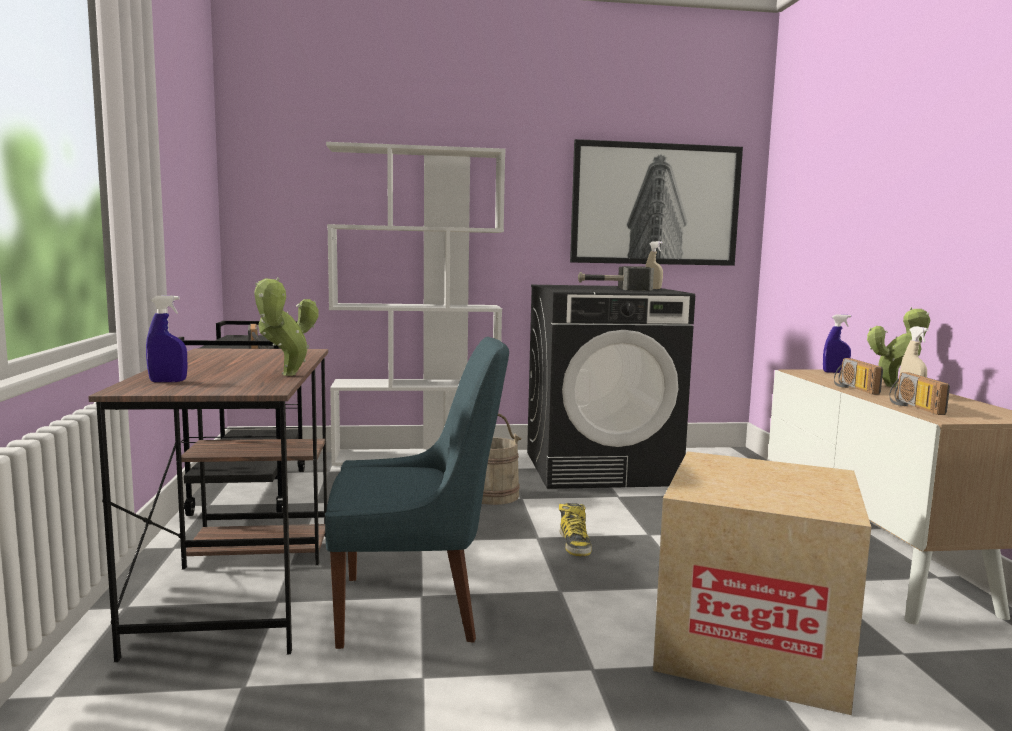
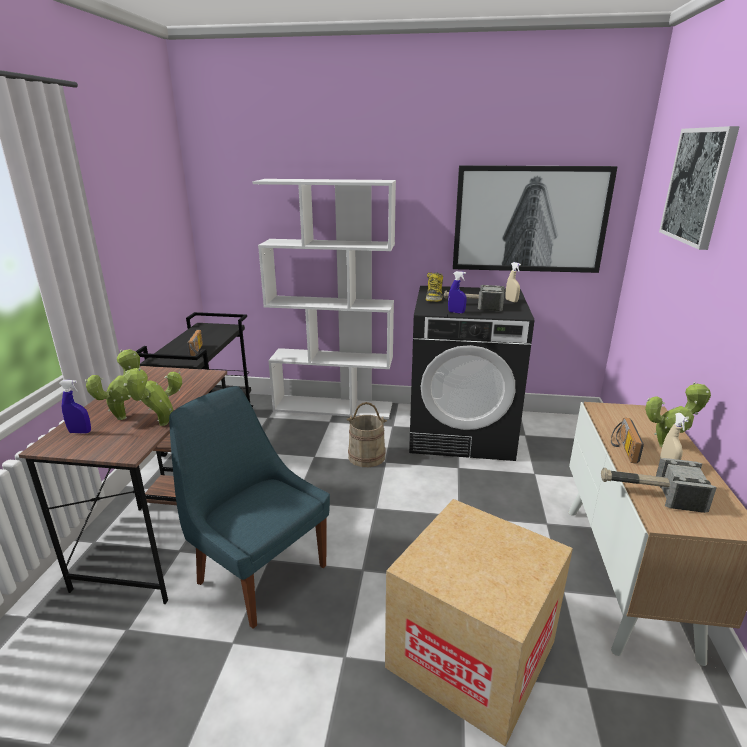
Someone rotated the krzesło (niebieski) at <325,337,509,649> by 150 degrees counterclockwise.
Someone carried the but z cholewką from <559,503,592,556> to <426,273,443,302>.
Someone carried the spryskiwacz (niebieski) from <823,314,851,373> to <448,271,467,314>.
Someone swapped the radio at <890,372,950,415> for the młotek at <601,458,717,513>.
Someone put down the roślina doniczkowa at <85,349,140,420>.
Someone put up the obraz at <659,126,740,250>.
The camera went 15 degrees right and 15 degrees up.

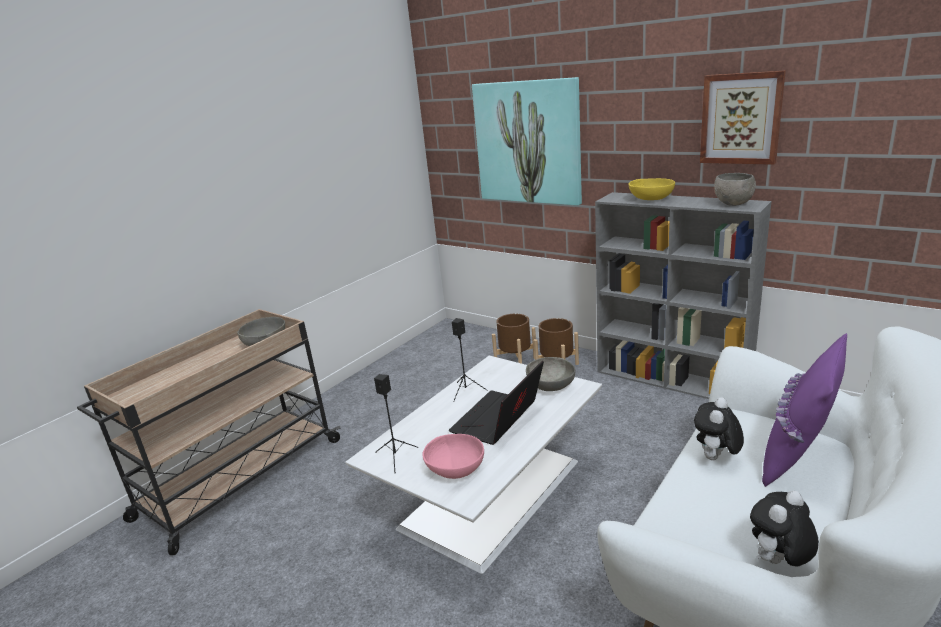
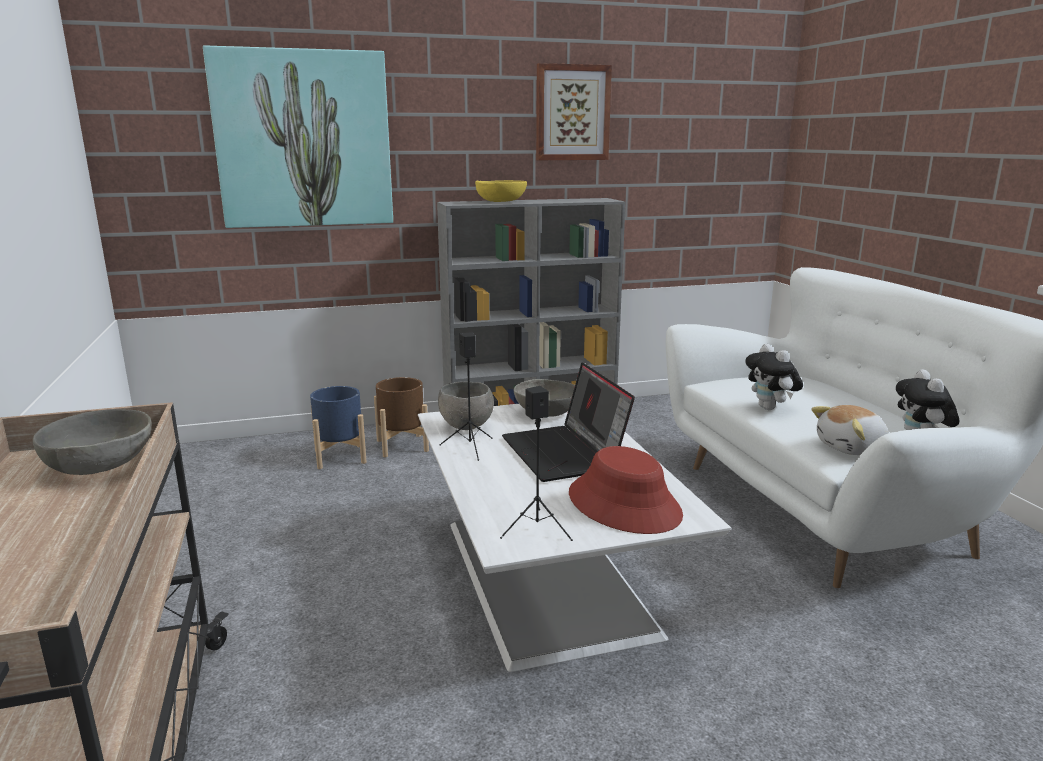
Someone swapped the miska (różowy) at <422,434,484,479> for the kapelusz (czerwony) at <569,446,683,534>.
Someone repainted the donica (brązowy) at <492,314,536,364>, which became the donica (niebieski) at <310,386,366,469>.
Someone carried the miska (szary) from <714,173,756,206> to <438,381,494,430>.
Someone took away the poduszka (fioletowy) at <762,333,847,487>.
Someone put down the pluszak at <812,405,889,455>.
The camera went 55 degrees left and 5 degrees down.

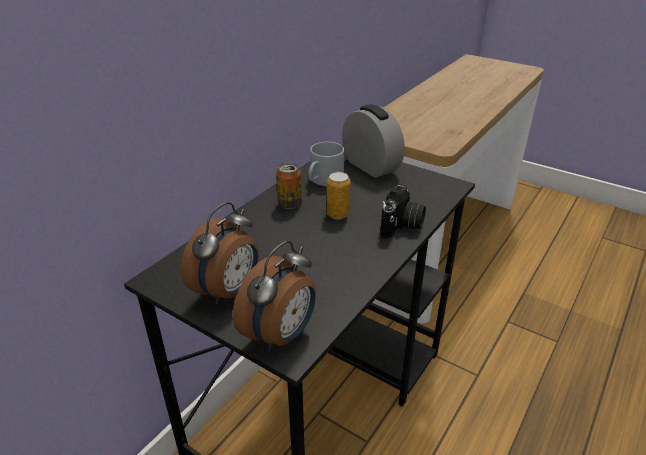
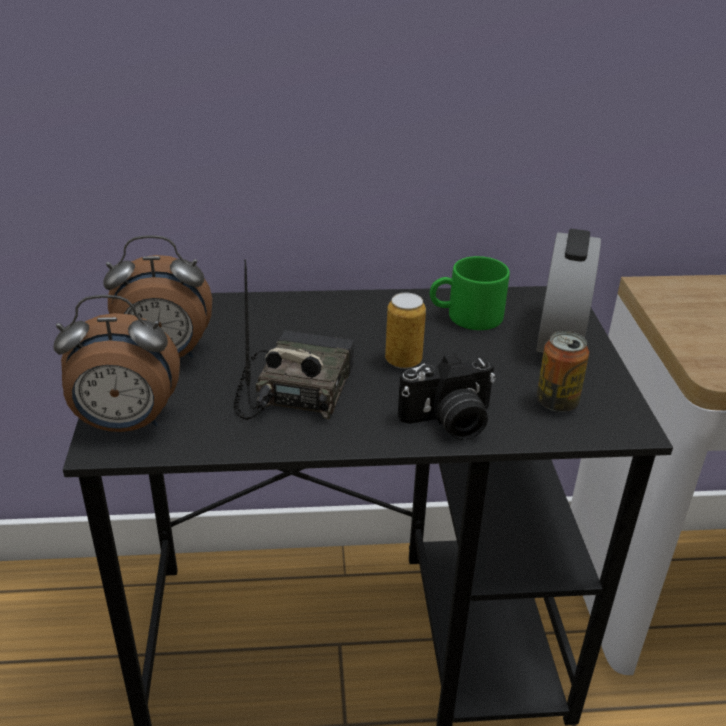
Someone carried the puszka from <276,163,302,209> to <537,331,589,412>.
Someone repainted the kubek (szary) at <308,142,344,186>, which became the kubek (zielony) at <430,256,510,330>.
Someone put down the radio at <234,259,354,420>.
The camera went 50 degrees right and 0 degrees up.

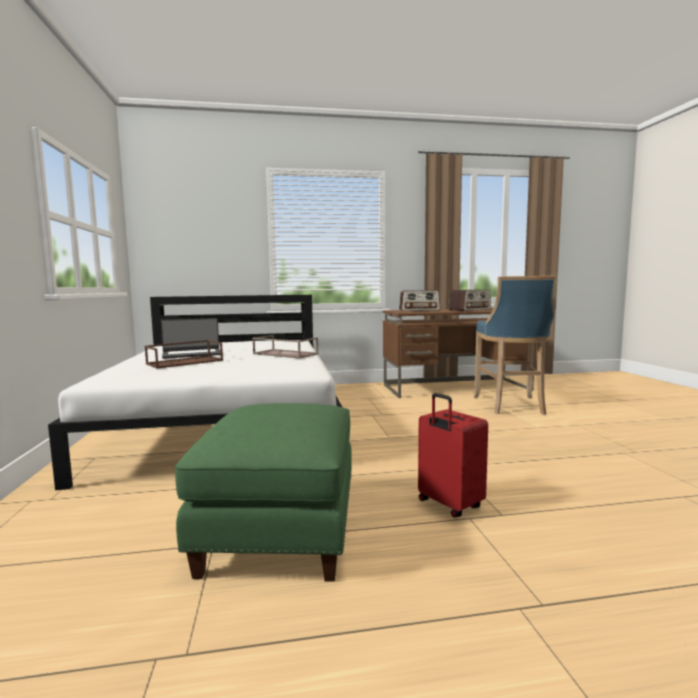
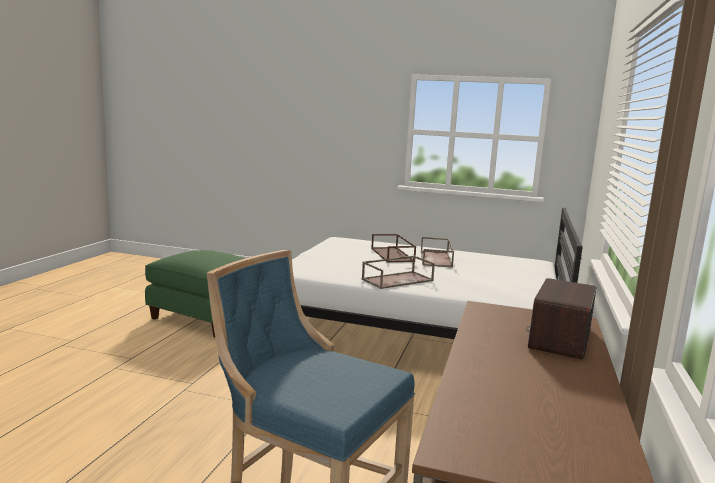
Someone swapped the laptop at <161,318,221,359> for the taca (brązowy) at <421,237,454,268>.
Someone took away the walizka (czerwony) at <418,393,488,517>.
Someone took away the radio at <449,290,491,311>.
The camera went 115 degrees right and 5 degrees up.

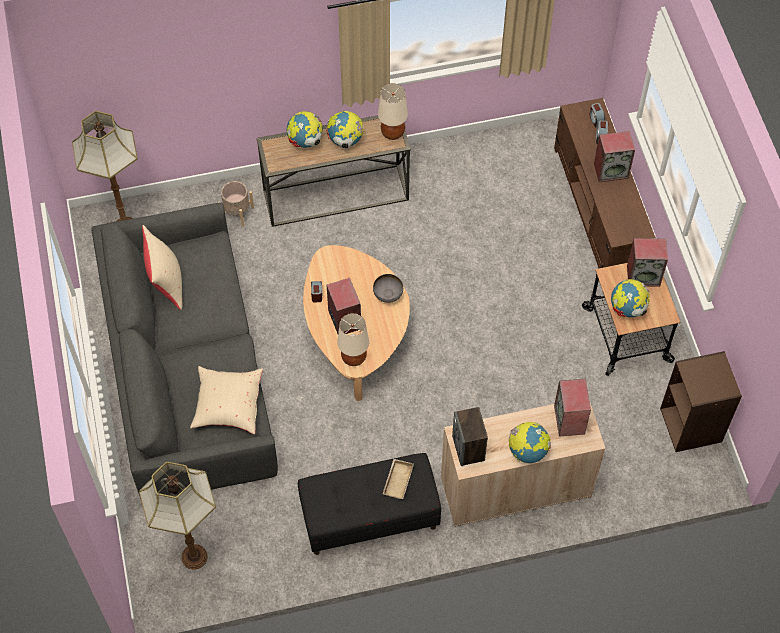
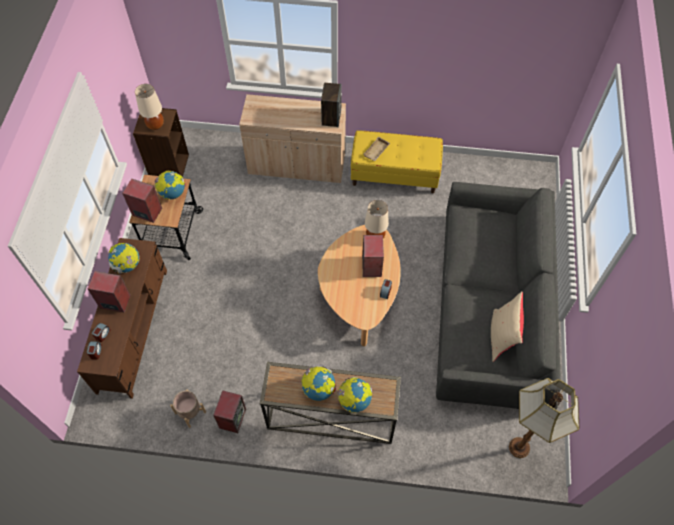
Someone took away the lampa stojąca at <139,462,216,570>.
Someone took away the poduszka (beżowy) at <190,366,263,434>.
Someone carried the donica (beżowy) from <218,181,254,227> to <170,389,206,428>.
Someone repainted the ławka (czarny) at <298,453,441,555>, which became the ławka (żółty) at <351,130,443,194>.
Someone took away the miska (szary) at <373,274,403,303>.
Someone carried the lampa stołowa (beżowy) from <378,83,408,140> to <135,84,164,130>.
Someone carried the globus from <509,422,551,463> to <108,243,140,274>.
Someone carried the głośnik from <554,379,591,437> to <213,390,246,433>.
The camera went 160 degrees left and 0 degrees up.

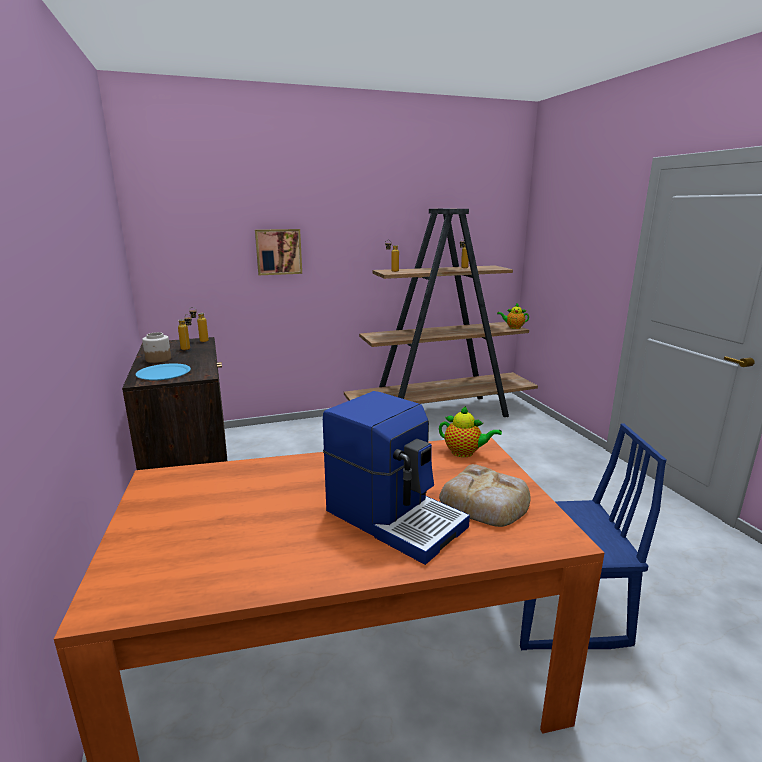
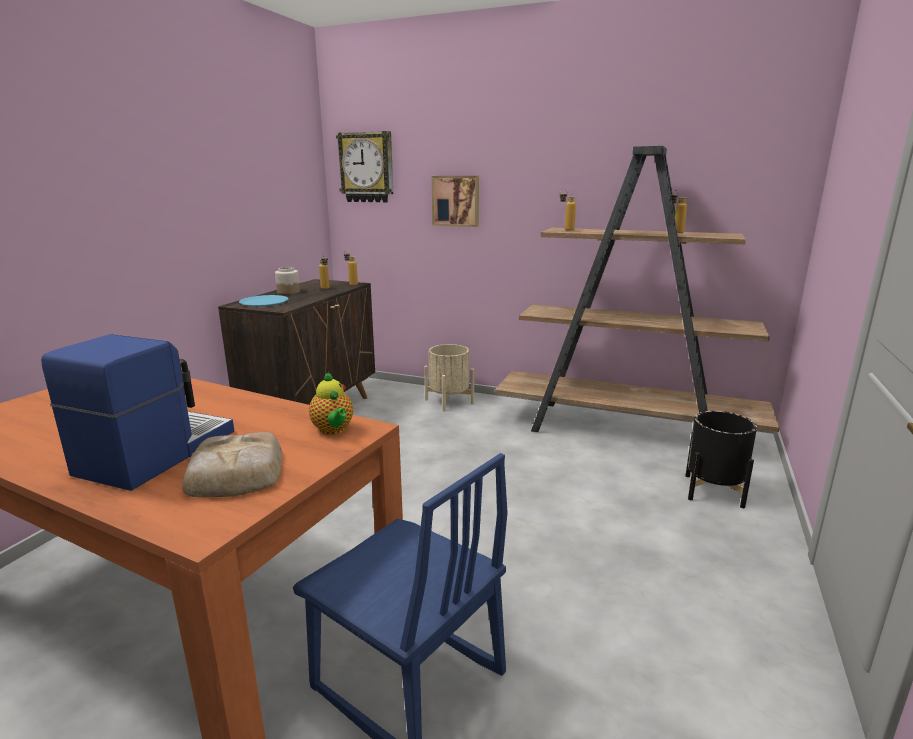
Someone rotated the ekspres do kawy at <323,391,470,565> by 150 degrees counterclockwise.
Someone took away the imbryk at <497,303,529,329>.
Someone put up the zegar ścienny at <336,131,393,202>.
Someone put down the donica (beżowy) at <424,344,474,411>.
Someone put down the donica (czarny) at <686,411,757,508>.
The camera went 40 degrees right and 0 degrees up.

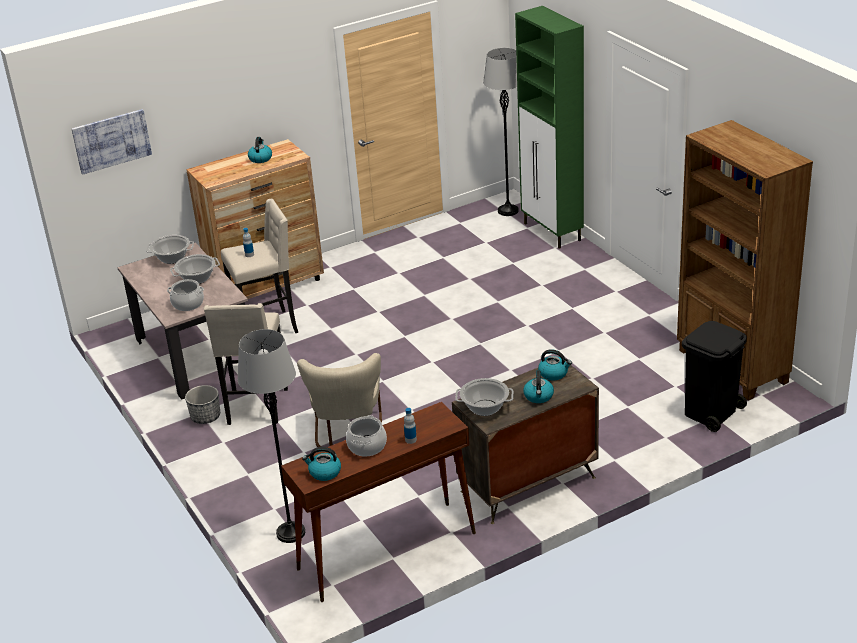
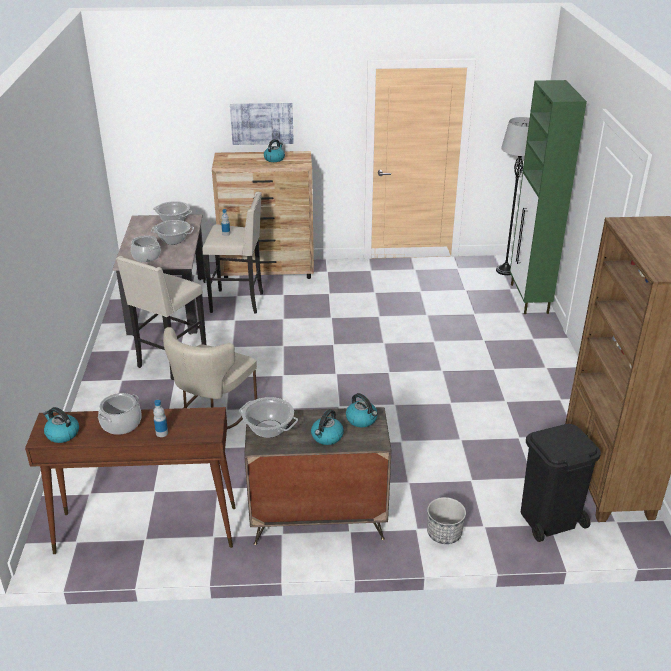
Someone carried the obraz from <72,109,152,175> to <230,103,294,145>.
Someone carried the donica from <185,385,220,424> to <427,497,466,544>.
Someone took away the lampa stojąca (szary) at <238,329,305,543>.
The camera went 25 degrees right and 0 degrees up.

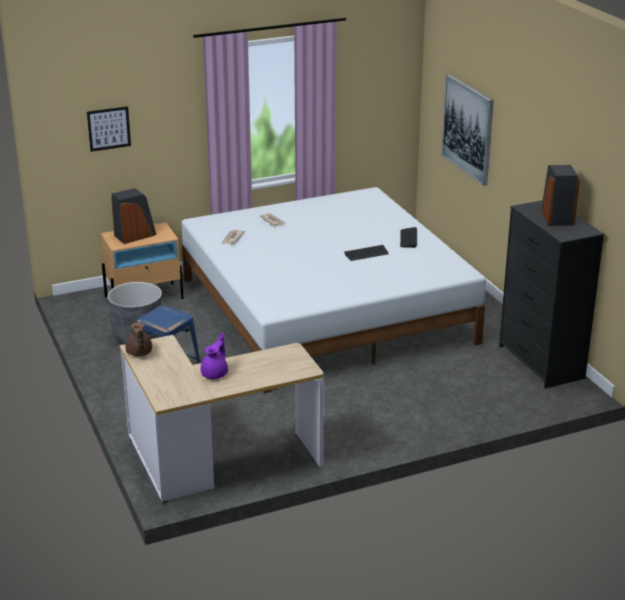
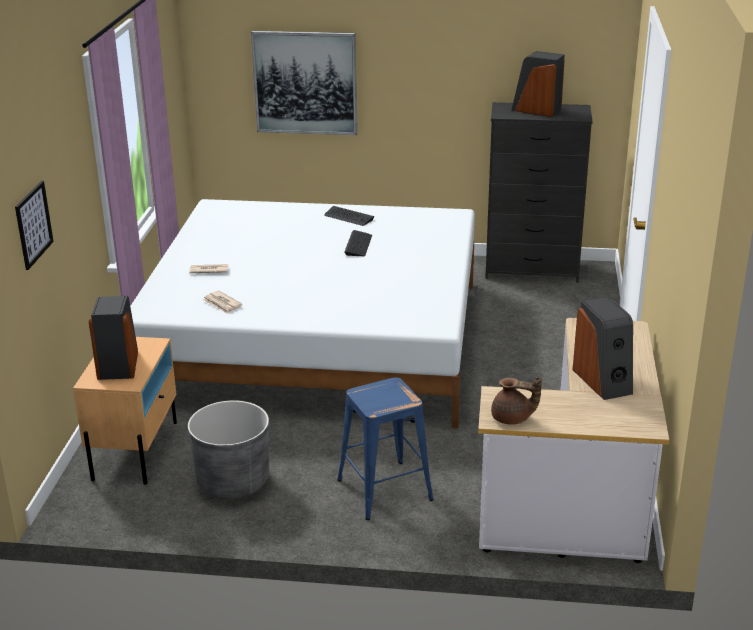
Someone swapped the imbryk (fioletowy) at <201,333,228,379> for the głośnik at <572,297,633,400>.
The camera went 60 degrees left and 0 degrees up.

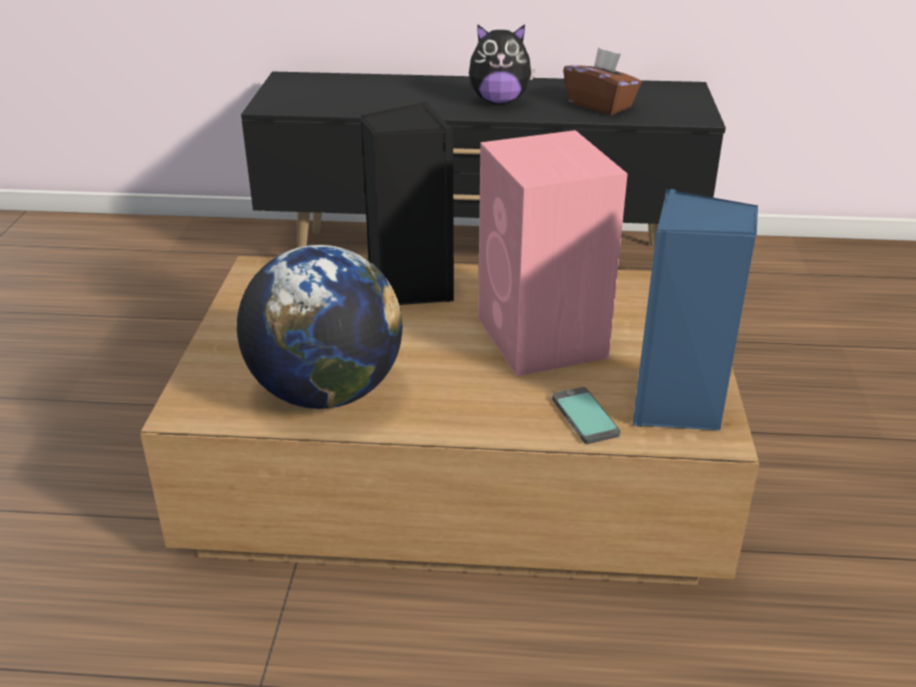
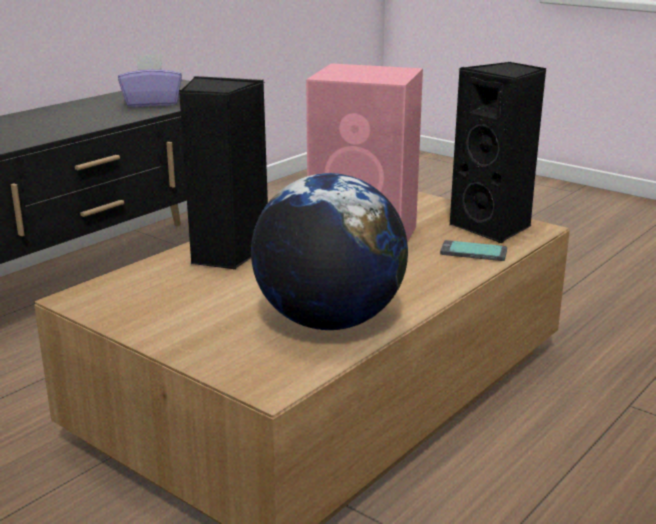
Someone took away the pluszak at <469,24,535,104>.
Someone repainted the pudełko chusteczek (brązowy) at <563,47,642,115>, which became the pudełko chusteczek (fioletowy) at <118,54,182,107>.
Someone repainted the głośnik (niebieski) at <633,189,758,430>, which became the głośnik (czarny) at <450,62,547,244>.
The camera went 55 degrees left and 10 degrees down.

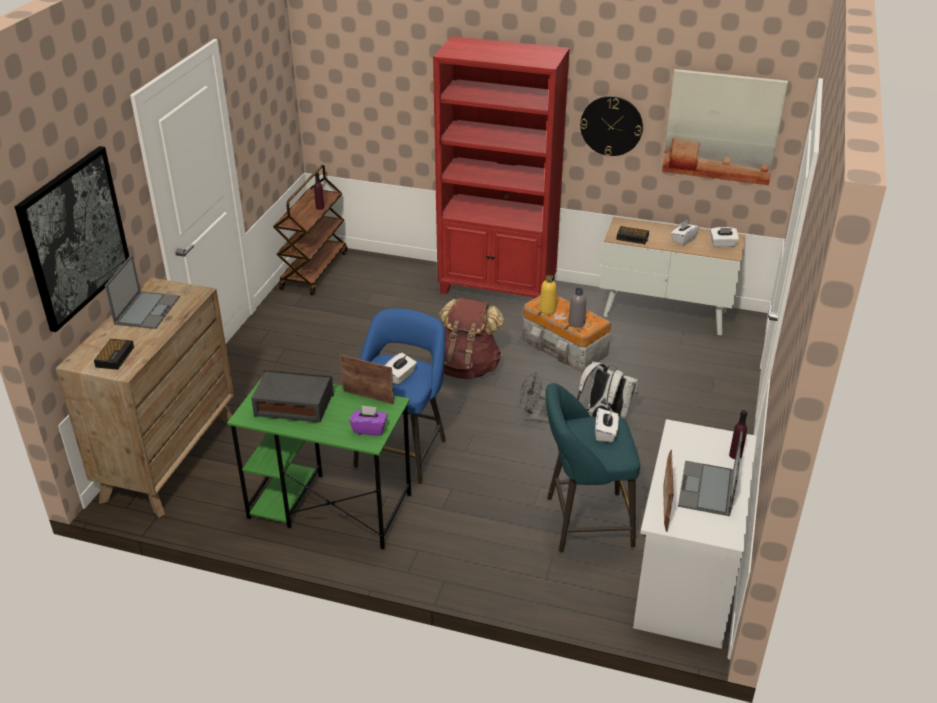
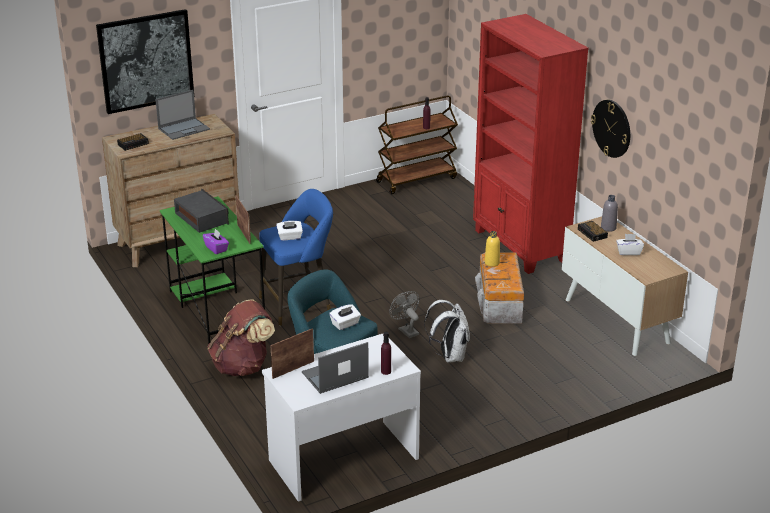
Someone carried the plecak (brązowy) from <431,298,504,380> to <208,299,275,376>.
Someone carried the butelka (szary) from <568,288,586,328> to <601,195,618,232>.
Someone took away the obraz at <662,69,788,185>.
Someone took away the pudełko chusteczek (biały) at <710,227,739,247>.
The camera went 45 degrees right and 5 degrees down.

